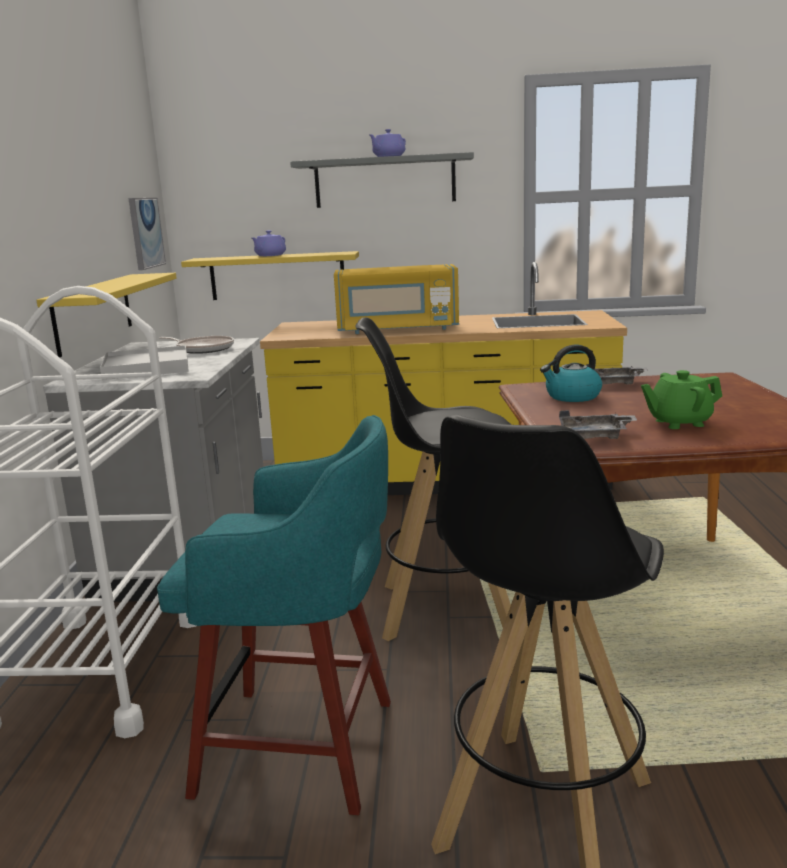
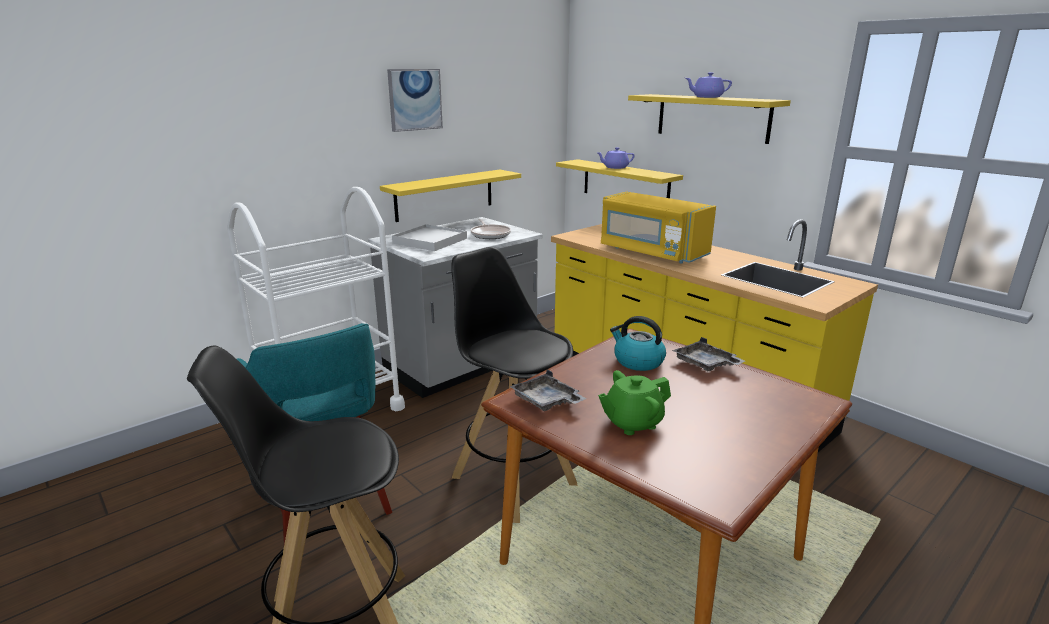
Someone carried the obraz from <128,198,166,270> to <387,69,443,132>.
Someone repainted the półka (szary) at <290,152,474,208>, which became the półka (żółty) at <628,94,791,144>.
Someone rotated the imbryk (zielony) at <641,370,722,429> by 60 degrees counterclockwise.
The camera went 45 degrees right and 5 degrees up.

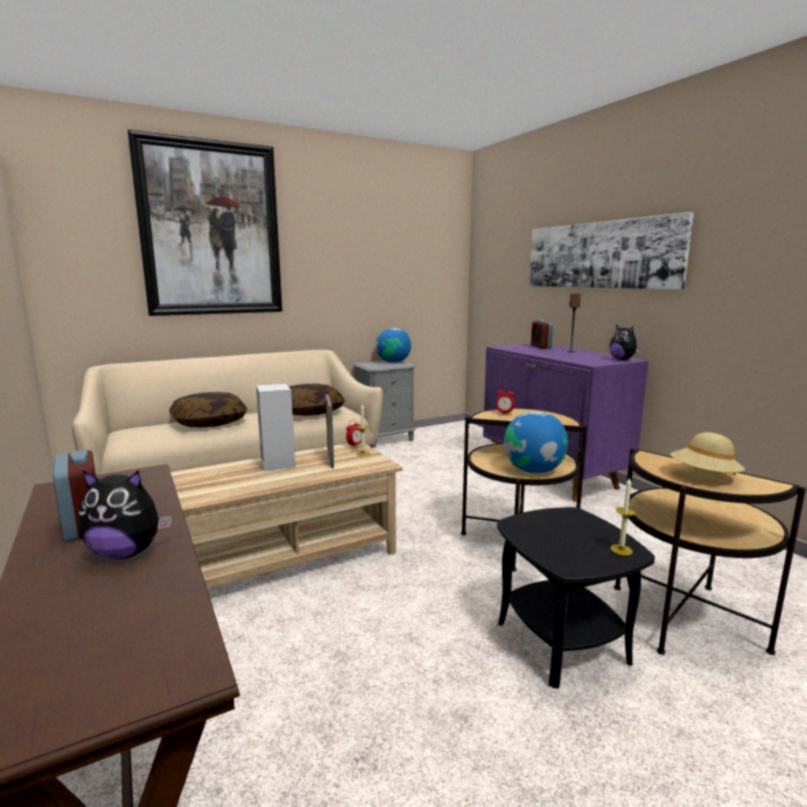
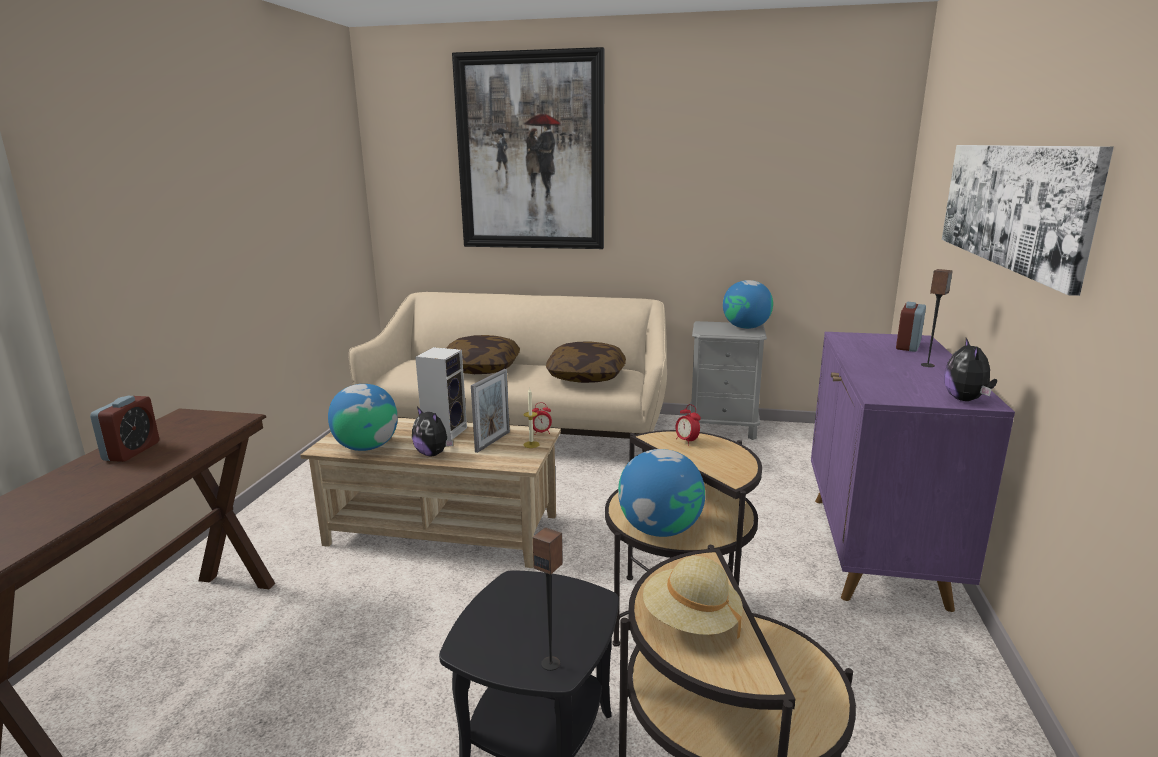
Someone carried the pluszak from <78,470,172,559> to <412,407,453,456>.
Someone swapped the świeca at <610,477,635,556> for the głośnik at <533,527,563,671>.
Someone put down the globus at <328,384,398,451>.
The camera went 40 degrees right and 5 degrees up.

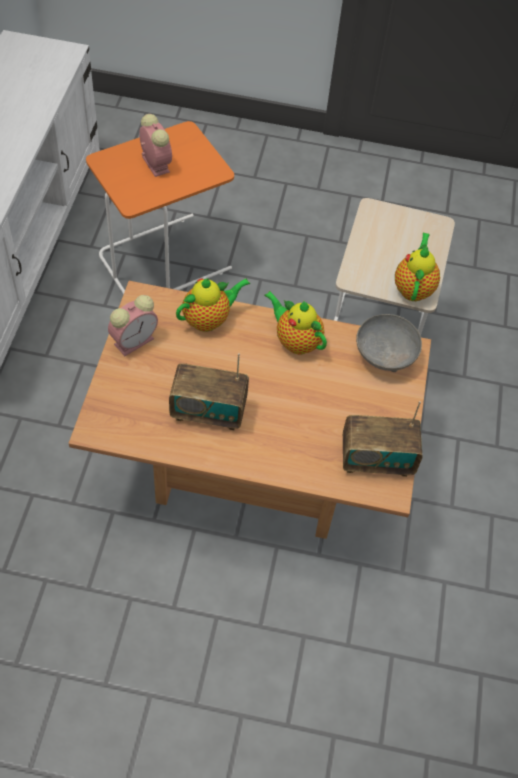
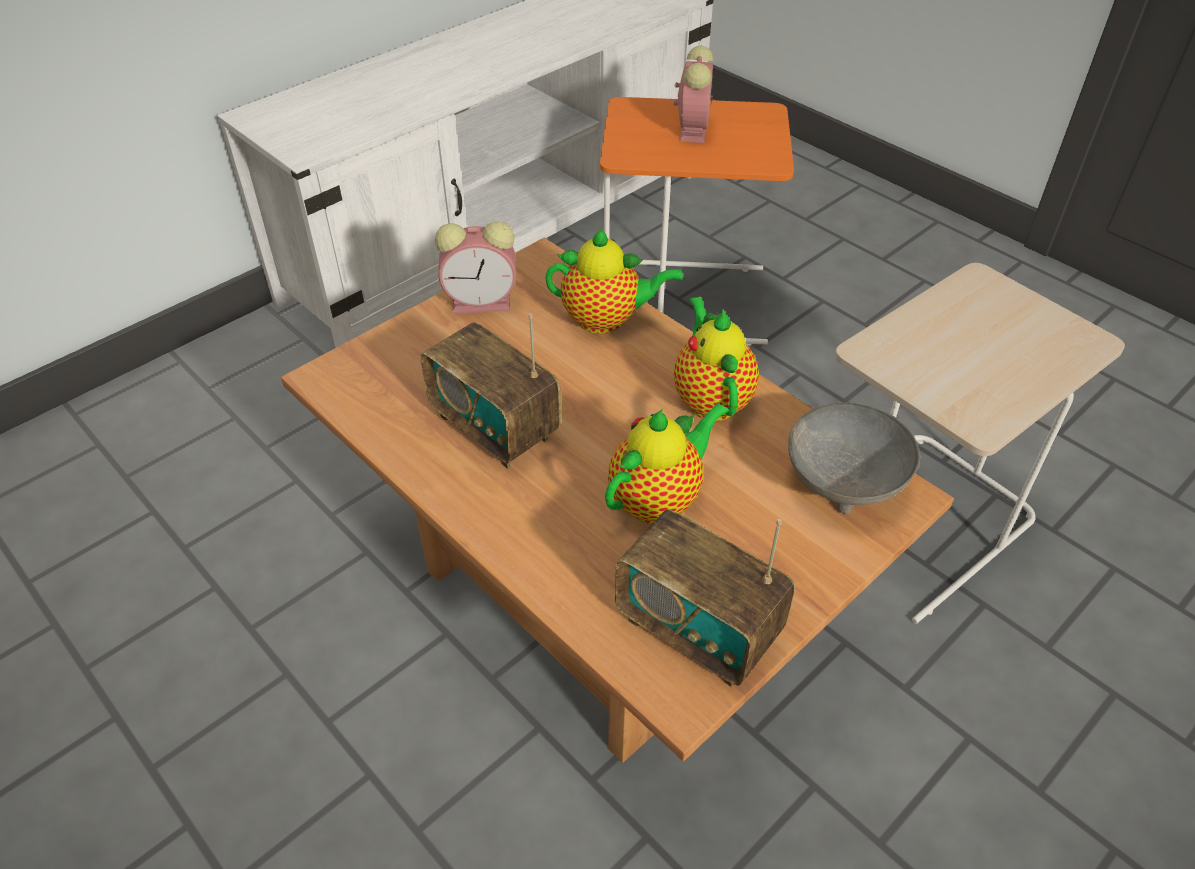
Someone carried the imbryk from <395,233,440,301> to <605,402,729,524>.
The camera went 40 degrees right and 10 degrees down.

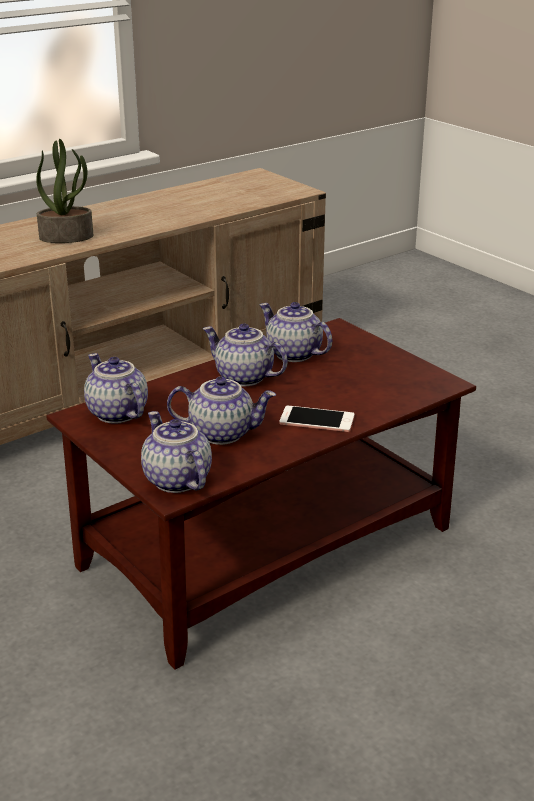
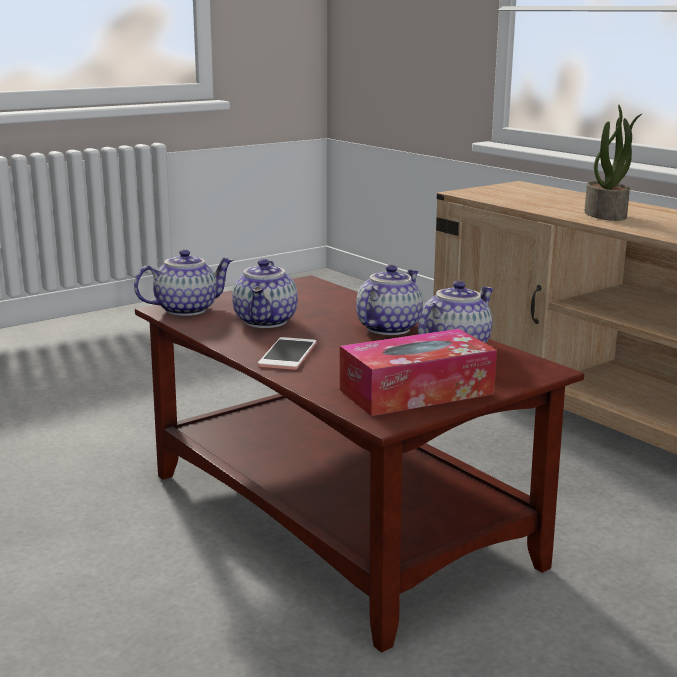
Someone took away the imbryk at <84,353,148,424>.
Someone put down the pudełko chusteczek at <340,329,497,416>.
The camera went 90 degrees right and 10 degrees down.

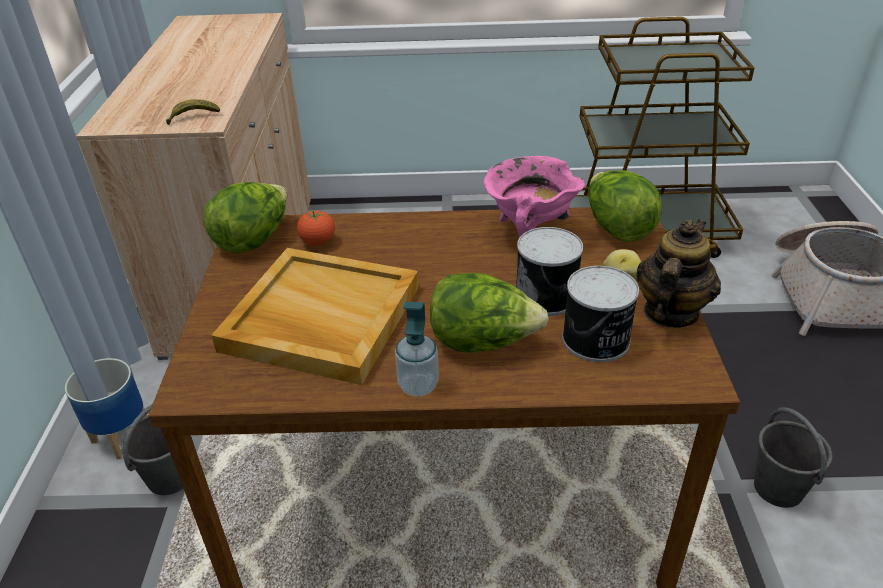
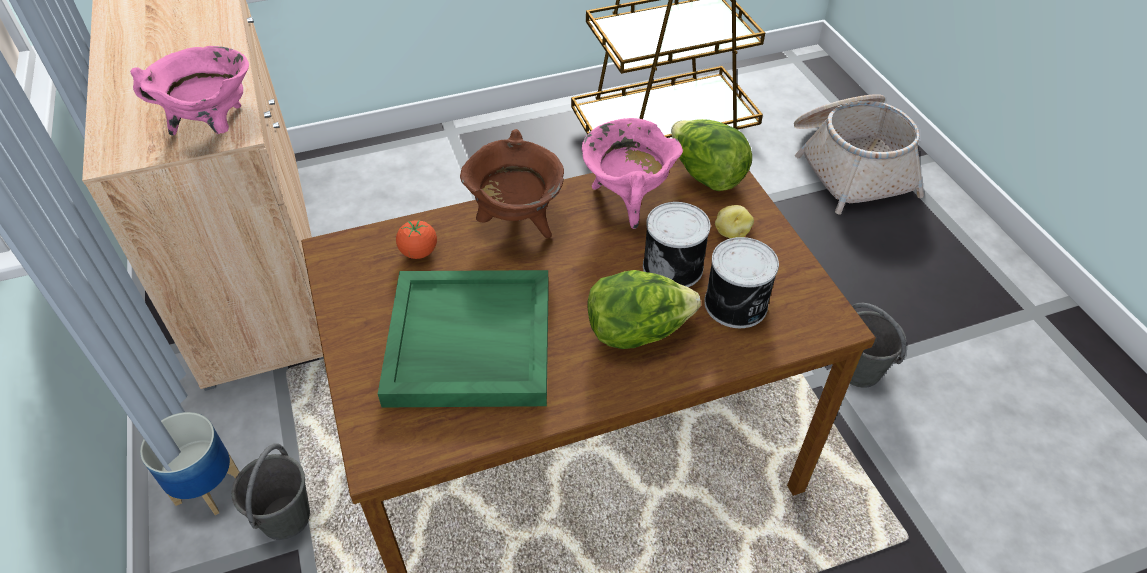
Someone swapped the banan at <166,99,220,125> for the garnek (różowy) at <130,46,249,136>.
Someone took away the sałata at <203,182,287,254>.
Someone repainted the taca (beżowy) at <211,248,419,385>, which became the taca (zielony) at <378,270,549,407>.
Someone took away the dozownik mydła at <395,302,439,397>.
Someone took away the imbryk at <636,219,721,328>.
Someone put down the garnek (brązowy) at <460,129,564,238>.
The camera went 20 degrees left and 10 degrees up.

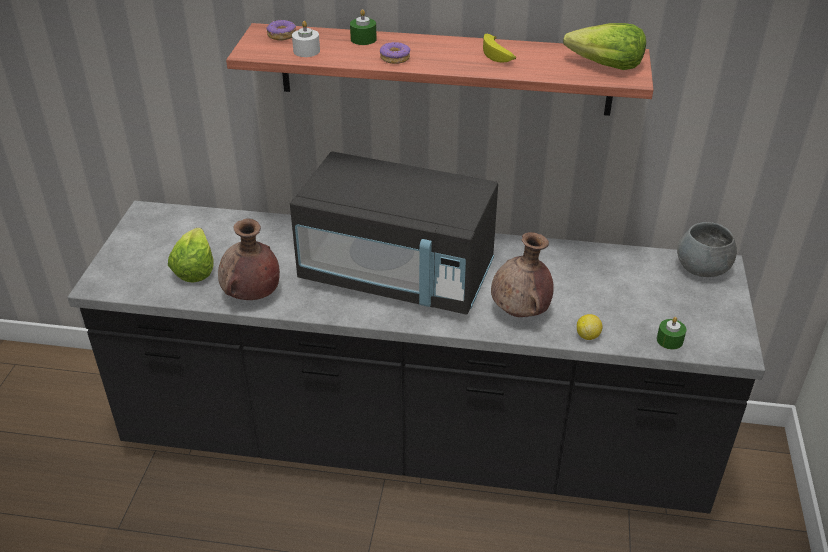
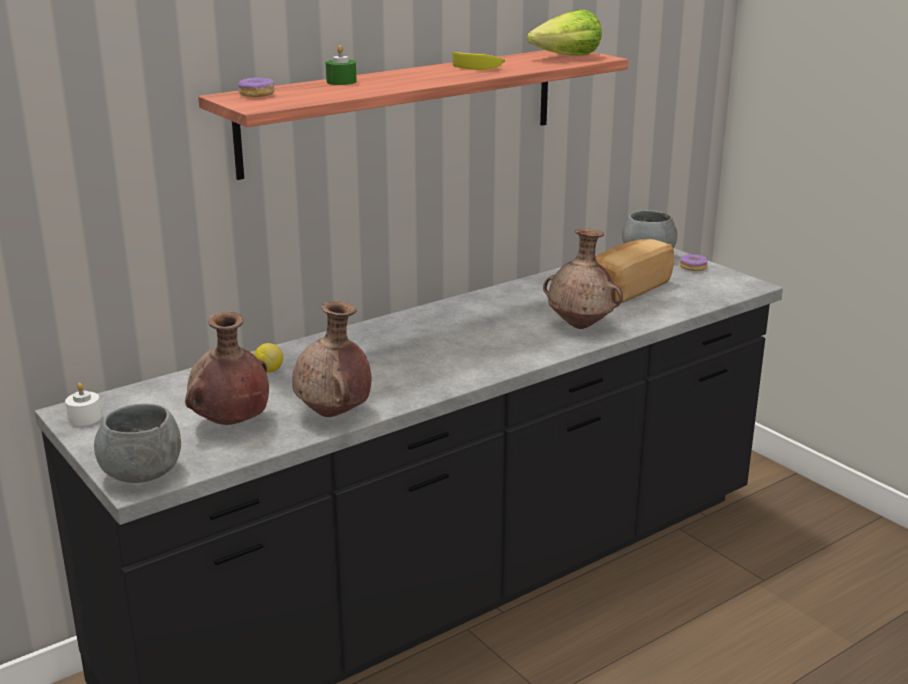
Someone swapped the sałata at <168,228,213,282> for the wazon (brązowy) at <185,312,269,425>.
Someone took away the mikrofalówka (czarny) at <290,151,498,315>.
Someone carried the świeca (biały) from <292,21,320,57> to <65,383,102,426>.
Someone carried the donut from <380,42,411,64> to <680,254,708,271>.
Someone carried the cytryna from <577,314,603,340> to <254,343,283,372>.
Someone took away the świeca (zielony) at <657,317,686,350>.
Someone put down the miska (szary) at <94,404,181,483>.
Someone put down the chleb at <596,239,674,303>.
The camera went 45 degrees left and 15 degrees down.

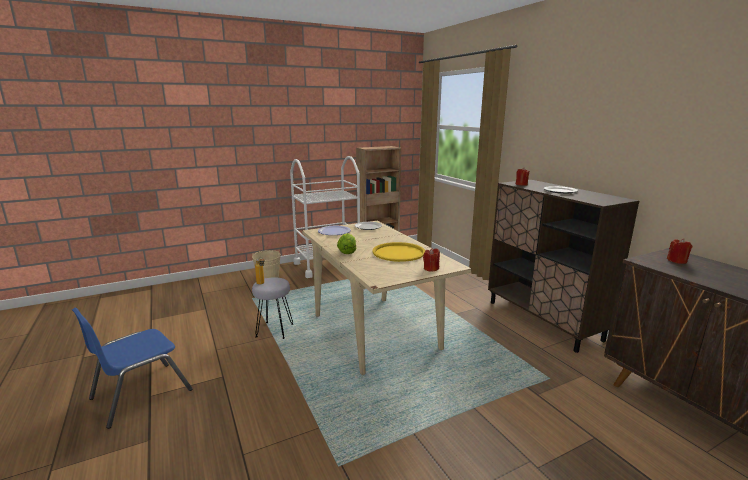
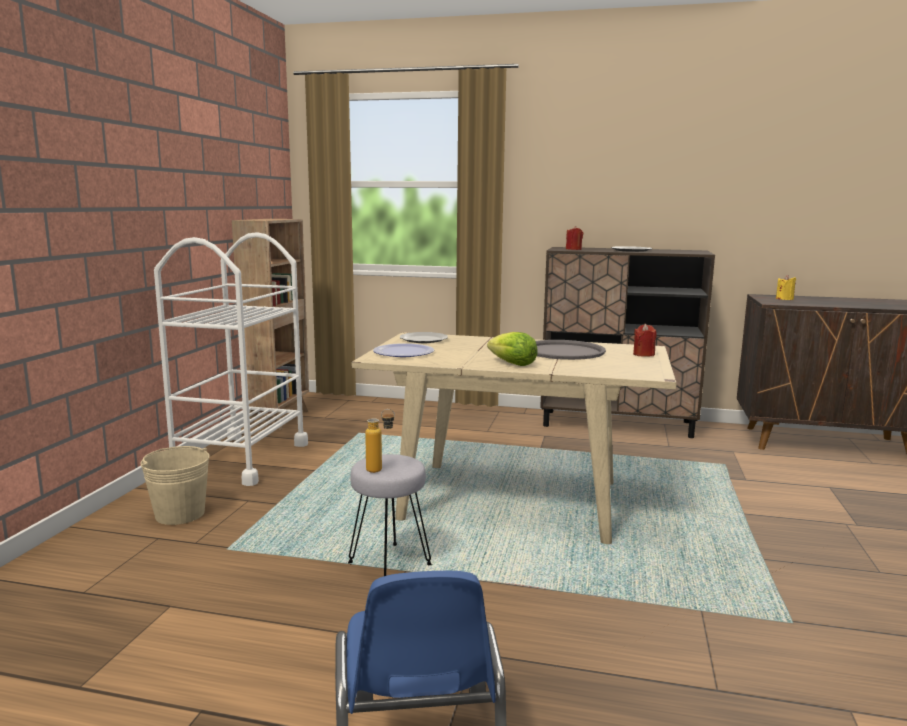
Someone repainted the taca (żółty) at <372,242,425,262>, which became the taca (szary) at <536,340,606,360>.
Someone repainted the świeca (czerwony) at <667,238,692,264>, which became the świeca (żółty) at <776,275,796,300>.
The camera went 50 degrees left and 5 degrees down.

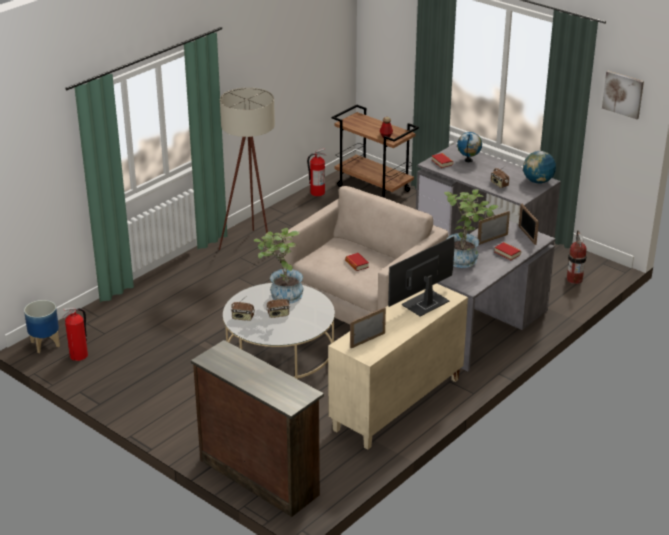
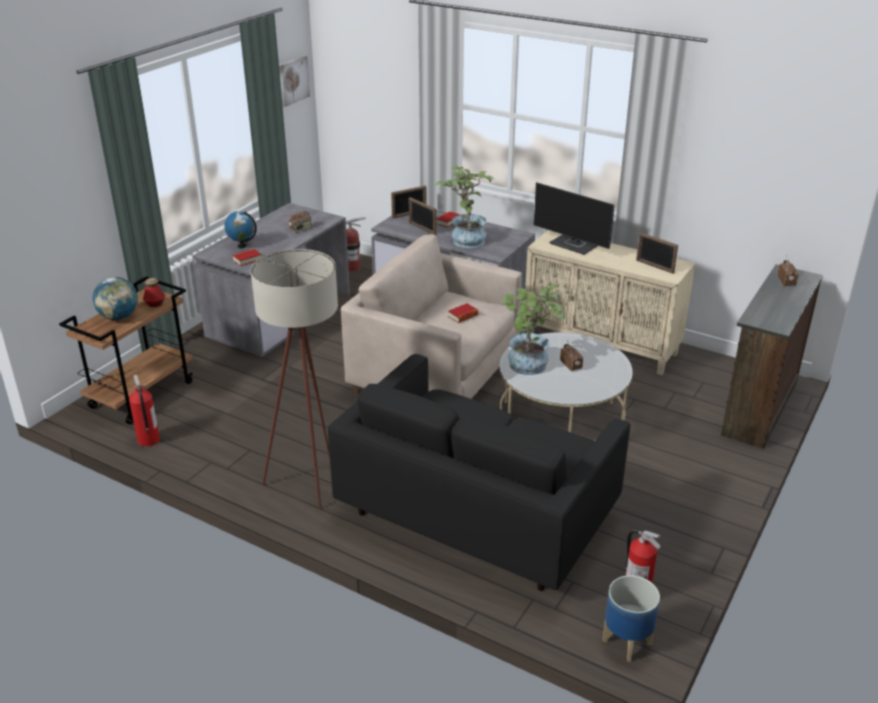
Someone carried the radio from <231,297,255,321> to <778,254,799,286>.
Someone carried the globus from <523,151,556,184> to <92,277,138,320>.
Someone put down the kanapa (czarny) at <328,354,630,591>.
The camera went 100 degrees left and 0 degrees up.

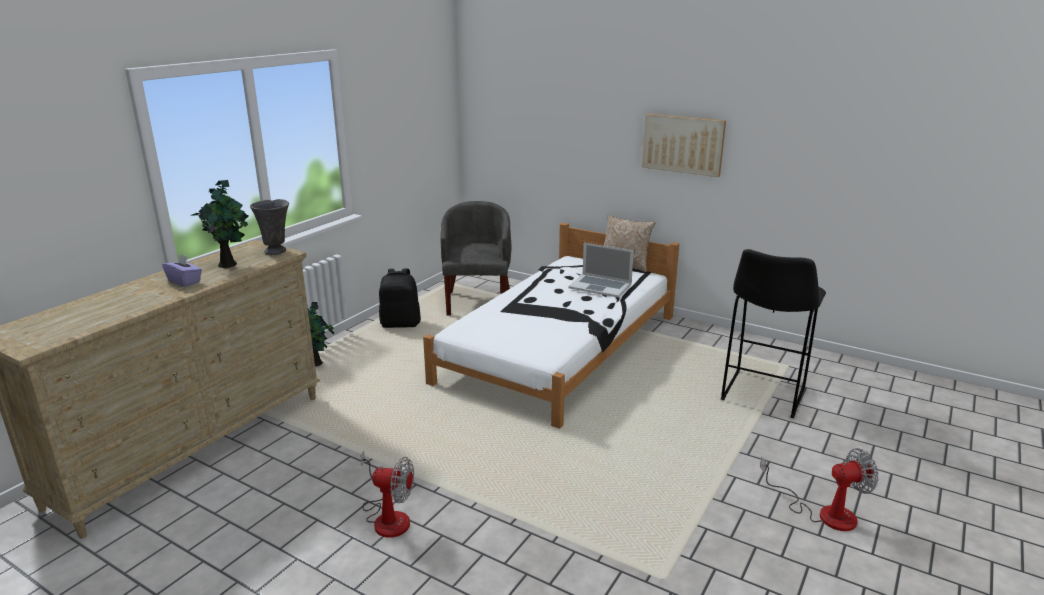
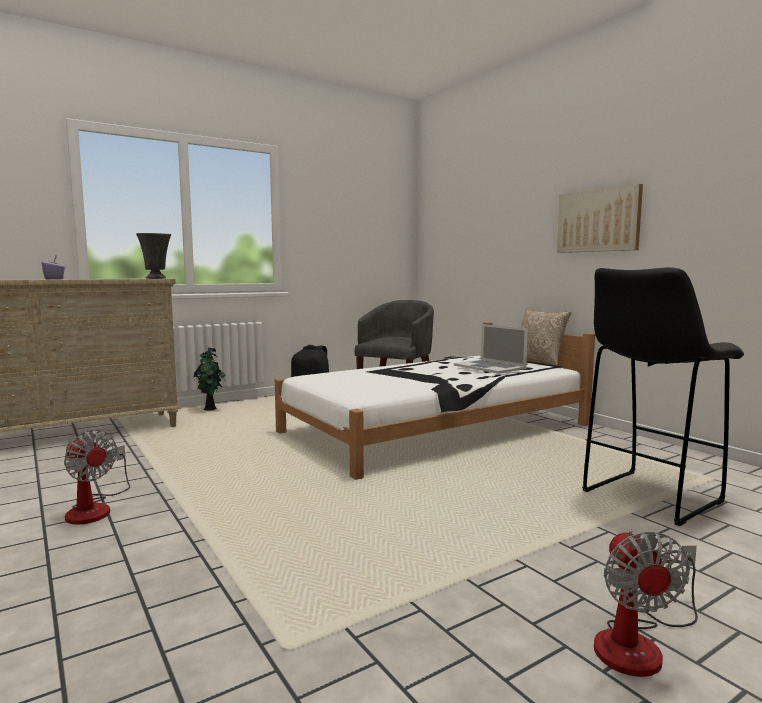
Someone took away the roślina doniczkowa at <191,180,248,268>.
Someone rotated the wentylator at <760,448,879,531> by 75 degrees clockwise.
The camera went 25 degrees right and 15 degrees down.

